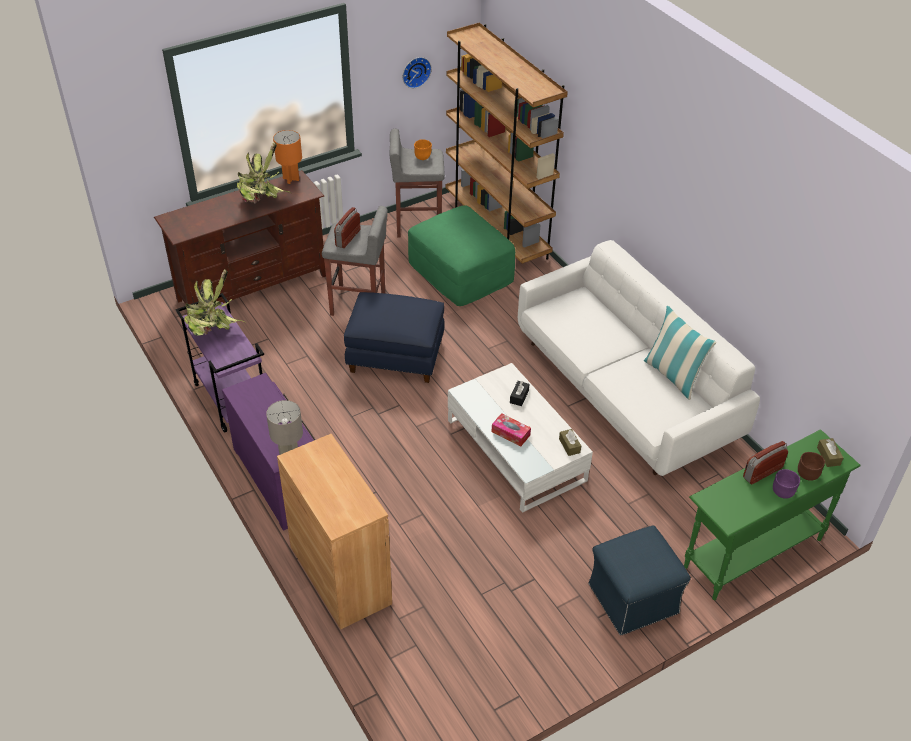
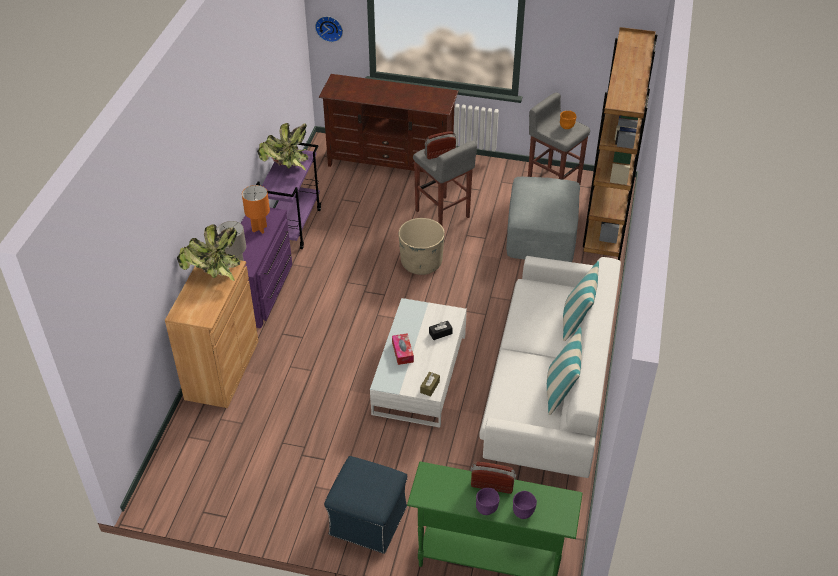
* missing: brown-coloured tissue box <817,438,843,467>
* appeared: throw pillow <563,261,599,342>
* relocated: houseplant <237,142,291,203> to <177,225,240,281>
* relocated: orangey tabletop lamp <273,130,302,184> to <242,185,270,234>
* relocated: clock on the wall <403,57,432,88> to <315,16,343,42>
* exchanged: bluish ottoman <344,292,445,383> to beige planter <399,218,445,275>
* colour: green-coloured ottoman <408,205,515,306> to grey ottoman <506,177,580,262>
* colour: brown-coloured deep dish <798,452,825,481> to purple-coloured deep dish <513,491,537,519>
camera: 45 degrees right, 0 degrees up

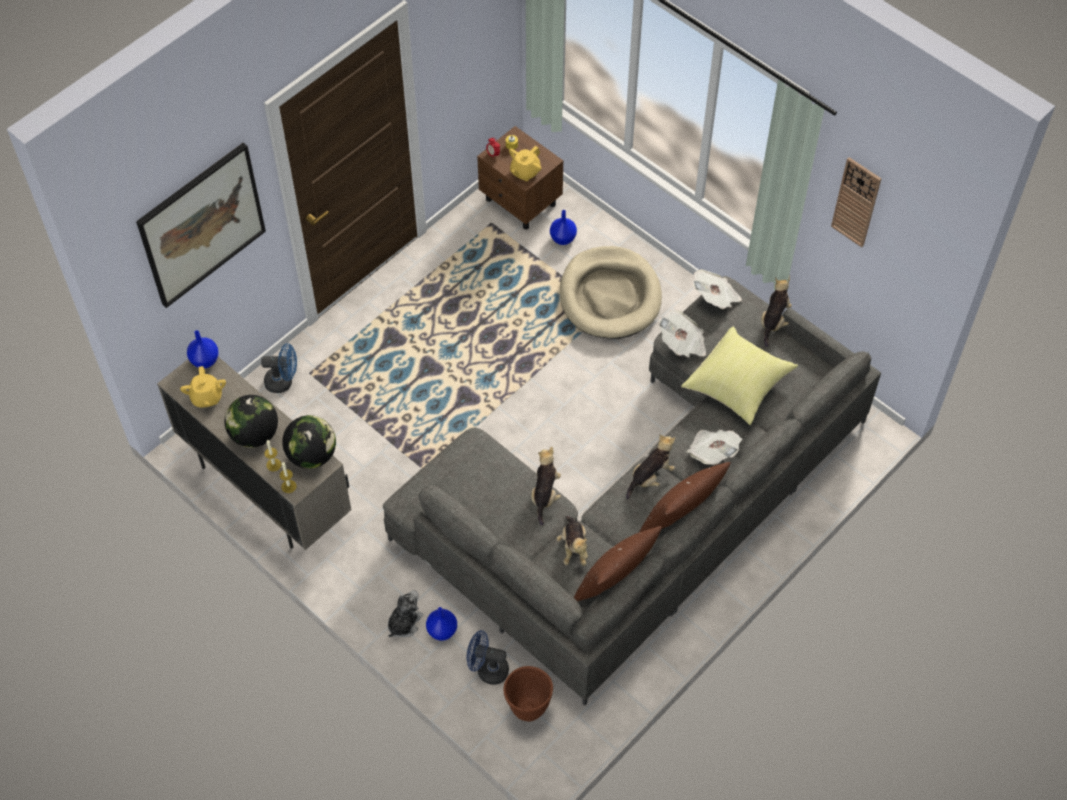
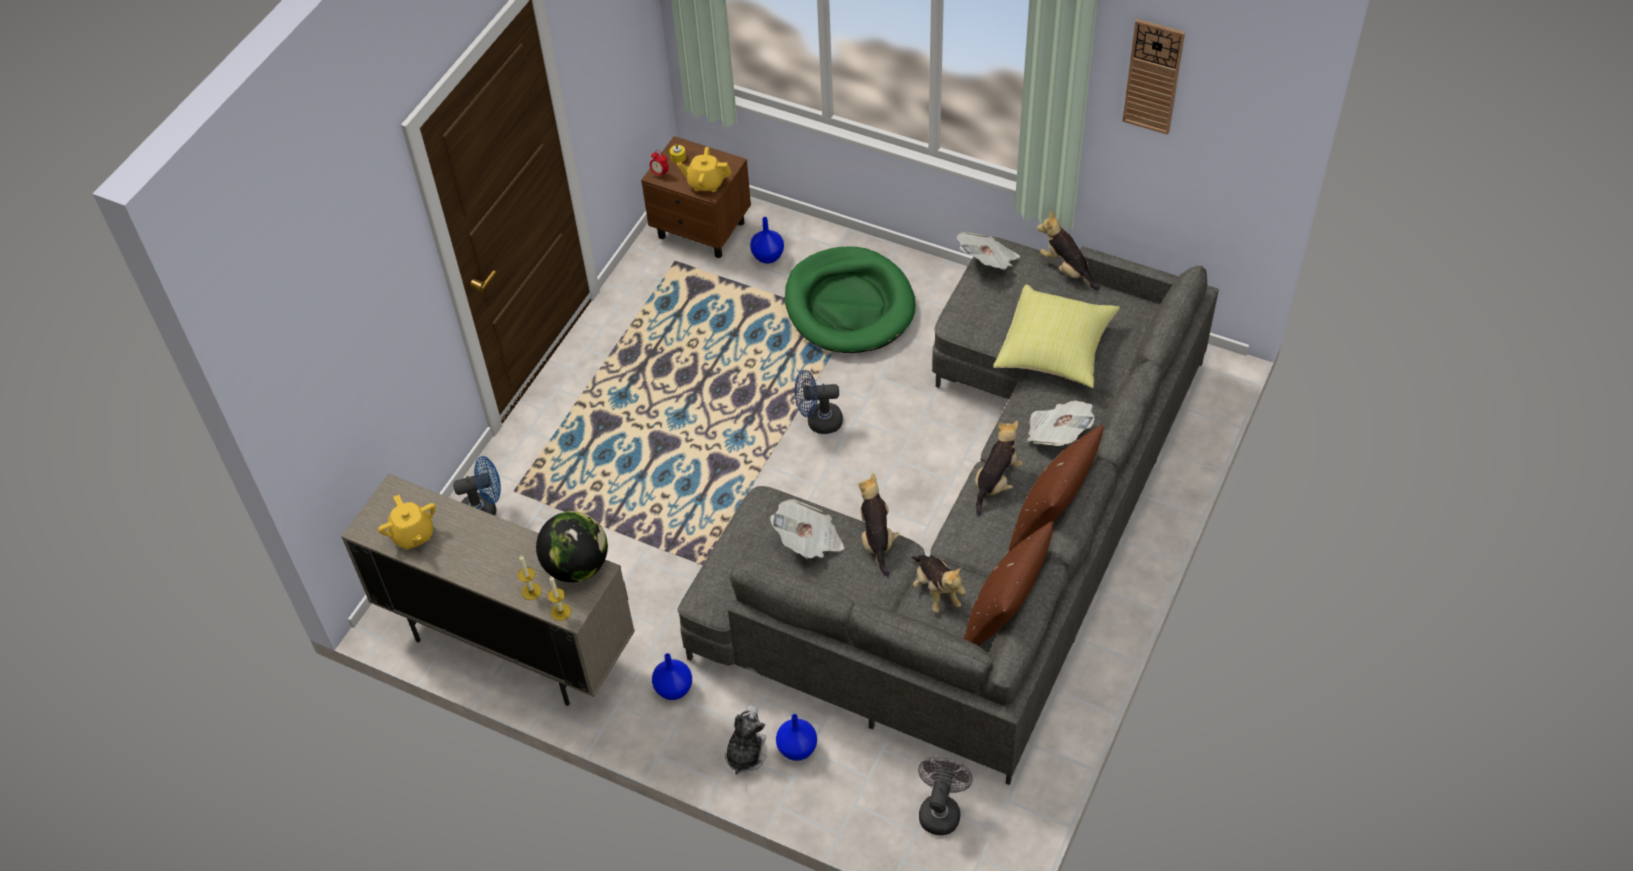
* missing: picture <136,143,266,308>
* missing: world globe <224,395,278,448>
* relocated: bluish decorative vase <187,330,219,368> to <652,653,692,700>
* relocated: bluish electric fan <466,630,509,685> to <795,370,843,434>
* relocated: printed paper <658,310,706,357> to <770,499,844,559>
* exchanged: brown-coloured planter <504,666,553,721> to grey electric fan <918,756,973,835>
* colour: beige dog bed <560,246,662,339> to green-coloured dog bed <785,246,916,353>
* spun: yellow-coloured tea pot <509,146,541,181> = <677,147,731,192> 75 degrees clockwise
* spun: cuddly toy <761,275,792,347> = <1037,211,1100,291> 45 degrees counterclockwise
camera: 15 degrees left, 5 degrees down

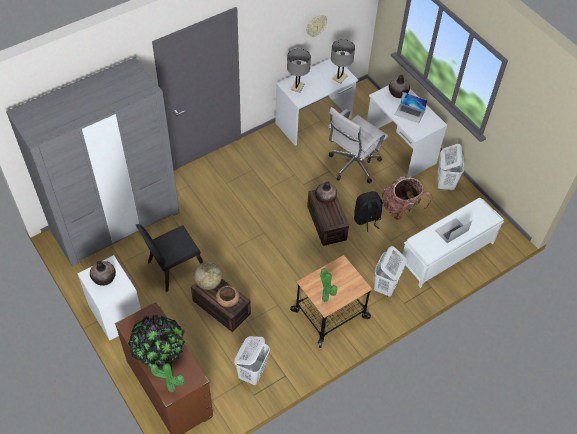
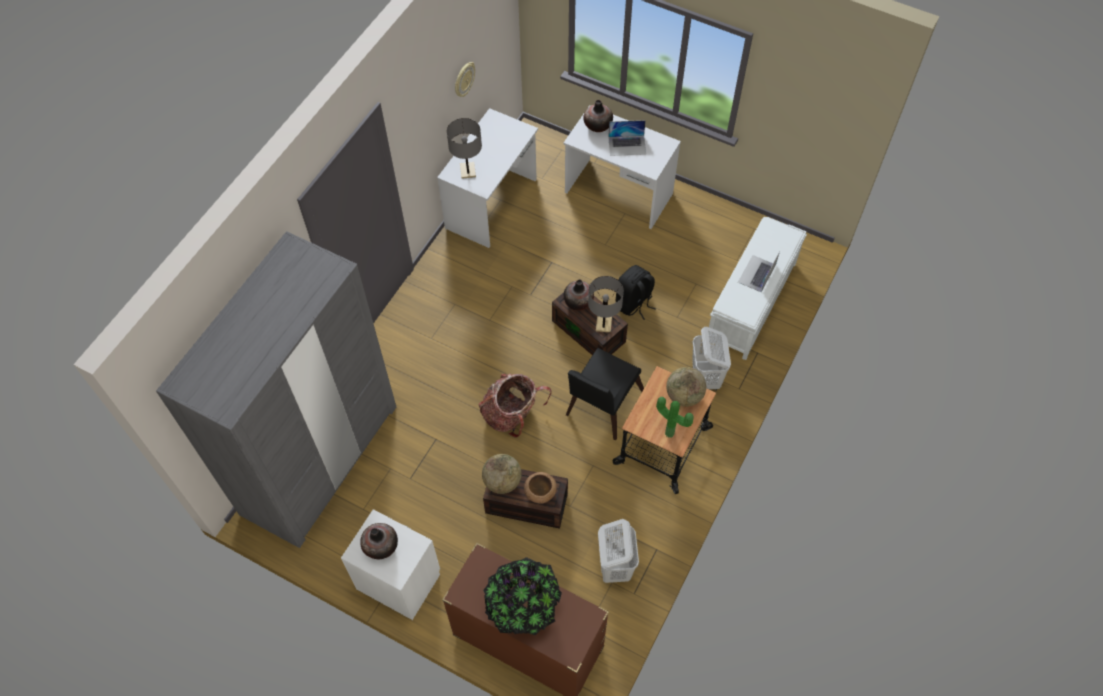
* missing: houseplant <151,363,184,392>
* missing: whitish desk chair <328,107,388,183>
* missing: whitish laundry basket <437,144,464,190>
* appeared: world globe <666,367,706,407>
* relocated: blackish chair <136,224,203,292> to <566,348,644,440>
* relocated: grey tabletop lamp <331,39,355,83> to <588,276,624,333>
* relocated: backpack <382,176,432,220> to <479,373,552,438>
camera: 25 degrees left, 5 degrees up

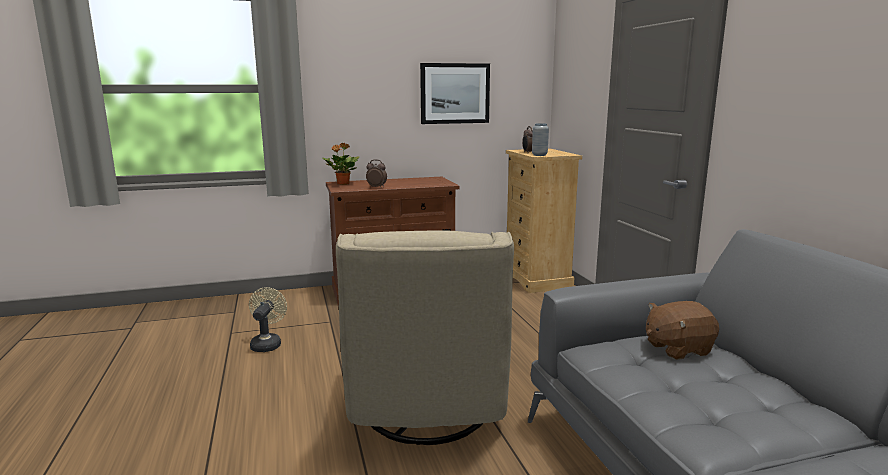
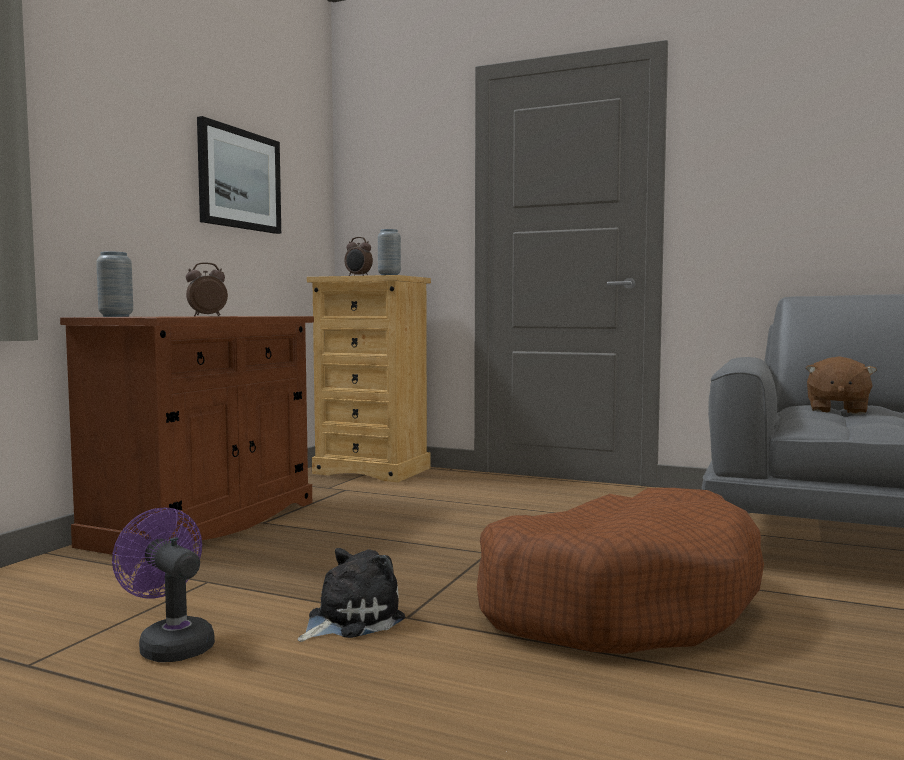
* appeared: cuddly toy <298,548,405,642>
* exchanged: houseplant <323,143,359,185> to grey decorative vase <96,251,133,317>
* exchanged: beige lounge chair <336,230,514,445> to brown-coloured dog bed <477,488,764,654>
* colour: beige electric fan <249,287,287,352> to purple-coloured electric fan <112,508,215,662>
camera: 50 degrees left, 10 degrees down

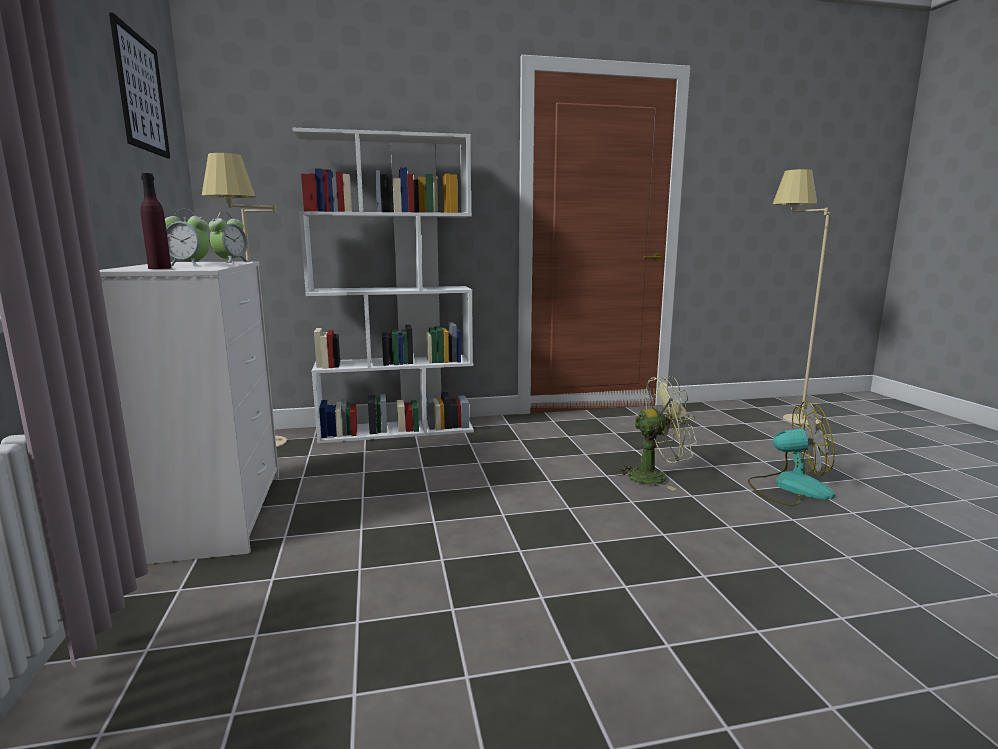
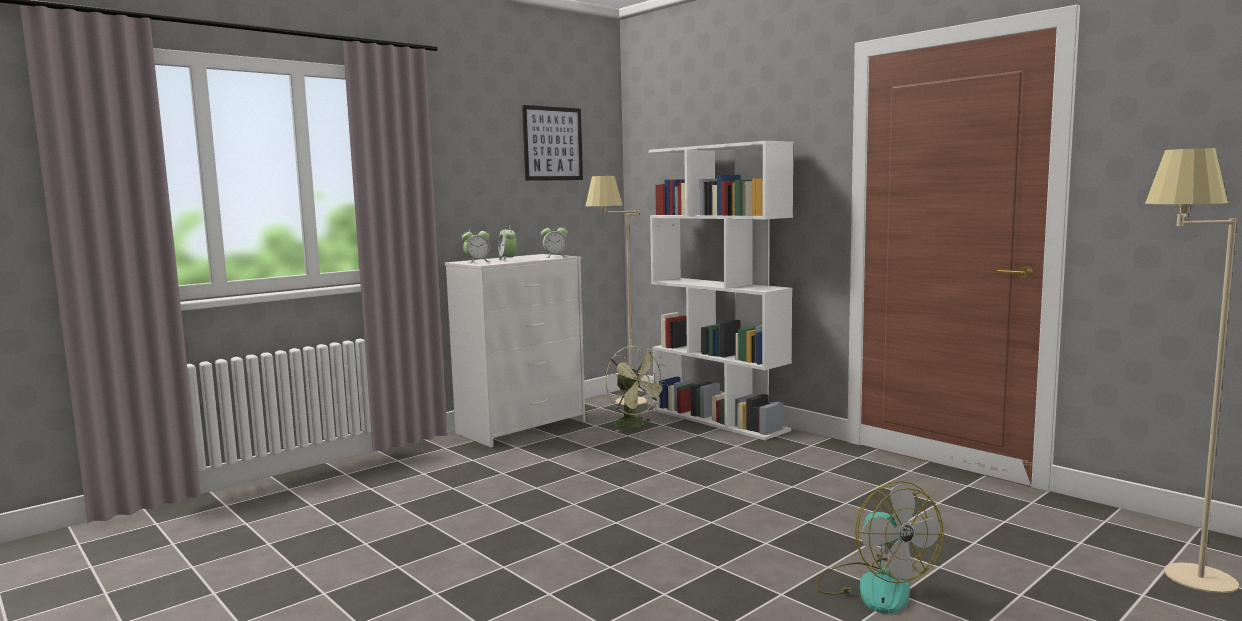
* relocated: green-coloured electric fan <614,376,697,490> to <606,346,668,432>
* exchanged: purple-coloured beverage bottle <140,173,171,269> to alarm clock <462,227,491,263>
camera: 60 degrees right, 5 degrees down

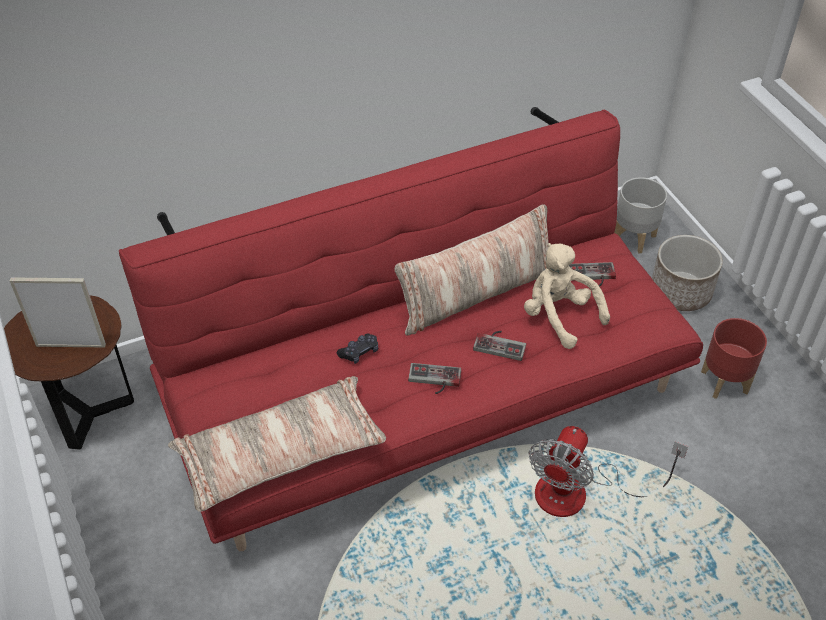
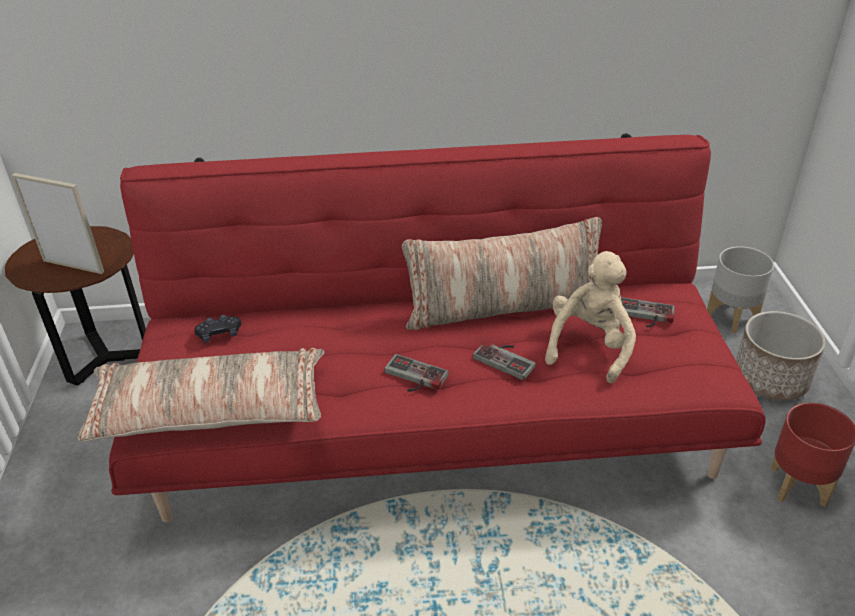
* missing: electric fan <528,426,688,517>
* relocated: blackish joypad <337,334,378,364> to <194,315,242,343>
* spun: beige cuddly toy <524,243,610,349> = <545,251,636,383> 45 degrees clockwise
camera: 20 degrees right, 10 degrees down

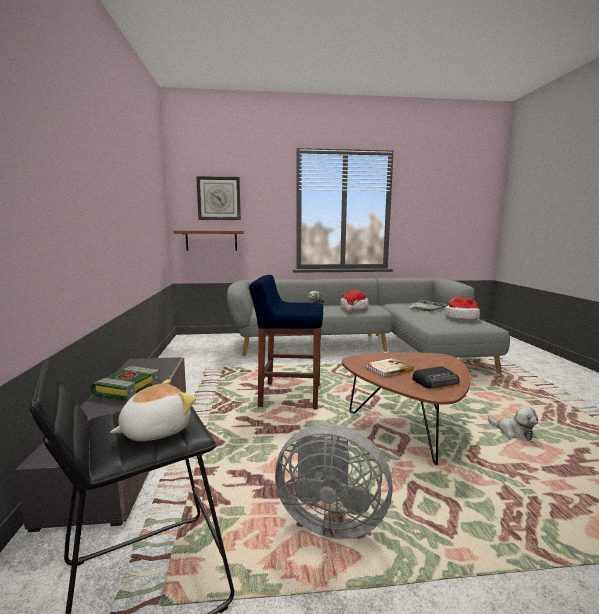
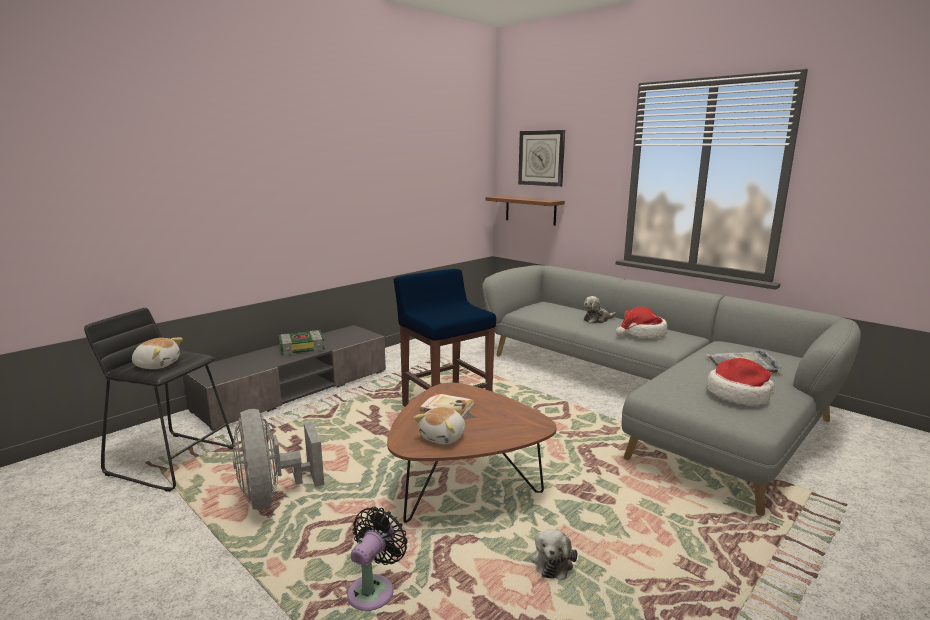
* appeared: blackish electric fan <347,507,408,611>
* exchanged: radio receiver <412,366,459,388> to cuddly toy <413,407,465,445>
camera: 50 degrees right, 5 degrees up

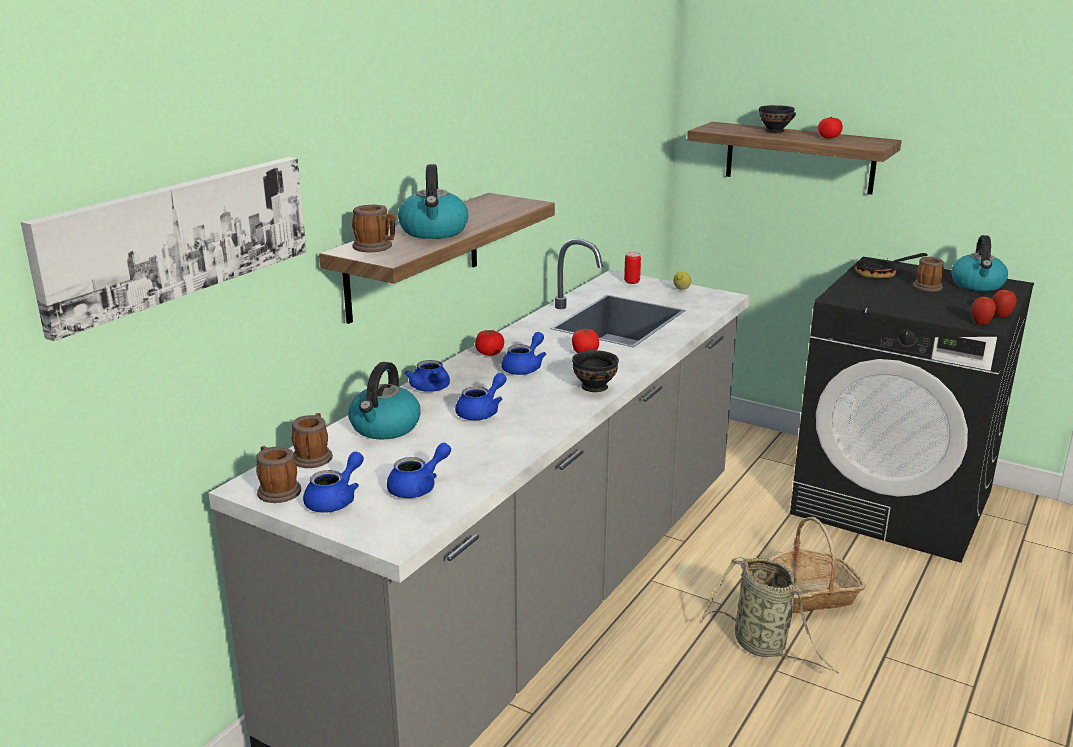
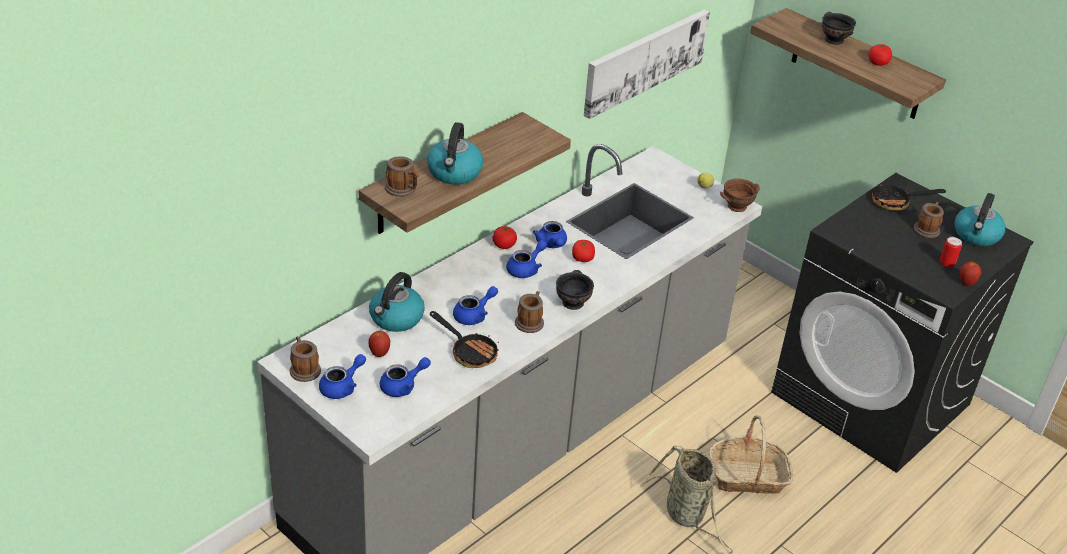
* appeared: pan <430,311,499,368>
* appeared: brown-coloured deep dish <720,178,760,212>
* relocated: picture <21,157,306,341> to <584,10,710,119>
* relocated: coffee mug <292,413,333,468> to <515,291,544,333>
* relocated: bluish tea pot <405,360,450,392> to <533,221,567,248>
* relocated: sealed can <624,252,641,284> to <940,237,962,268>
* relocated: apple <971,297,996,325> to <368,331,390,357>
camera: 10 degrees right, 15 degrees up

